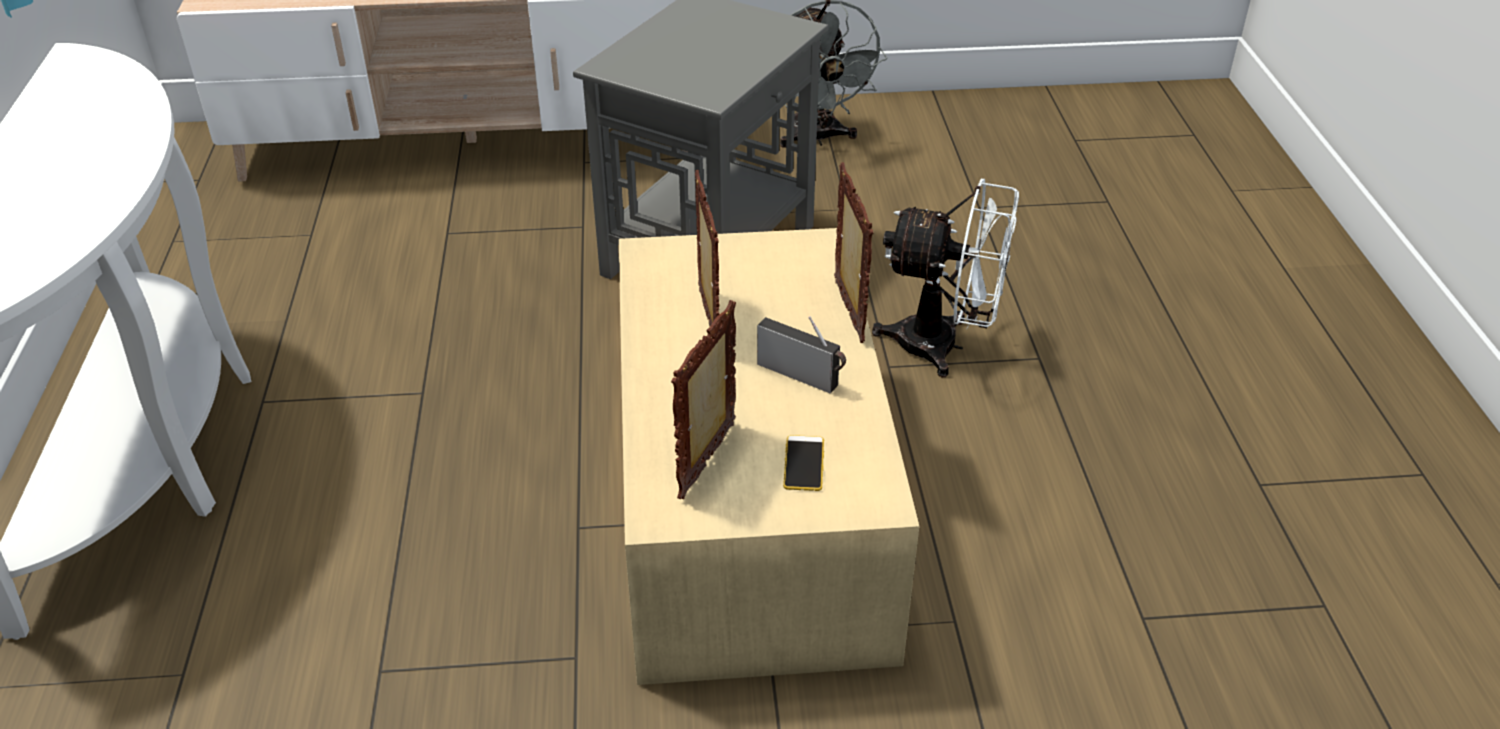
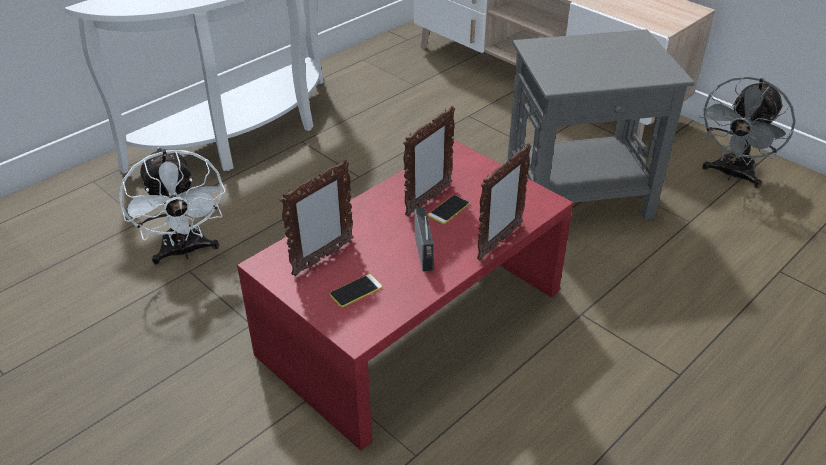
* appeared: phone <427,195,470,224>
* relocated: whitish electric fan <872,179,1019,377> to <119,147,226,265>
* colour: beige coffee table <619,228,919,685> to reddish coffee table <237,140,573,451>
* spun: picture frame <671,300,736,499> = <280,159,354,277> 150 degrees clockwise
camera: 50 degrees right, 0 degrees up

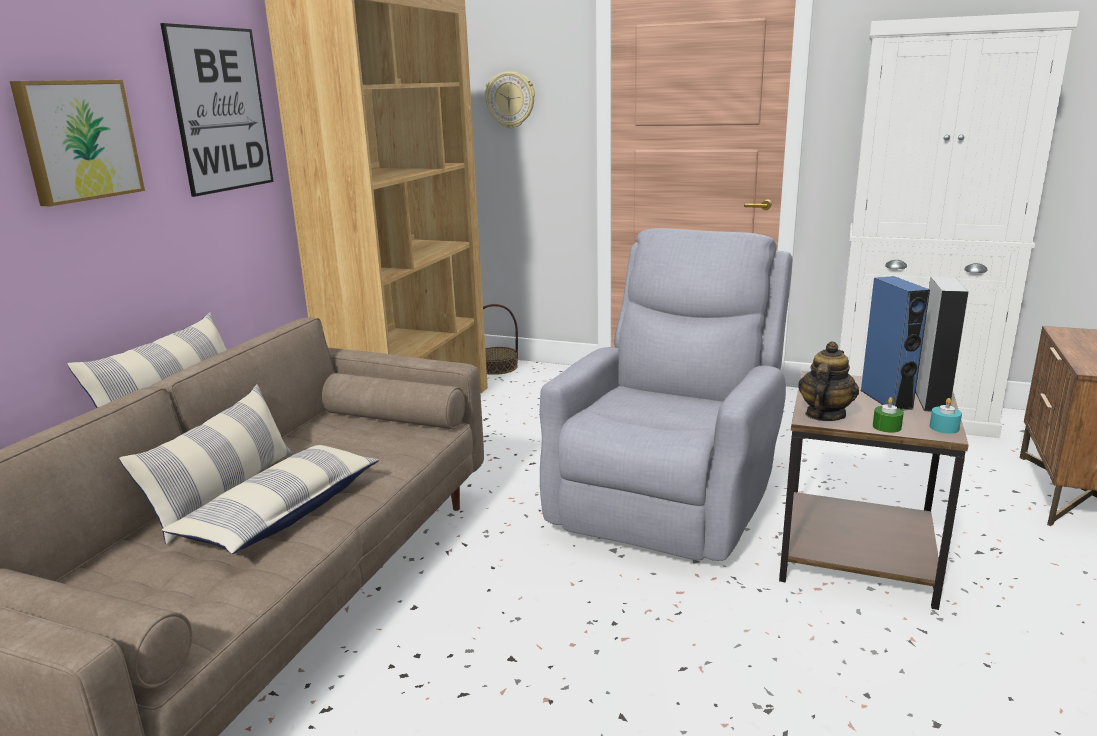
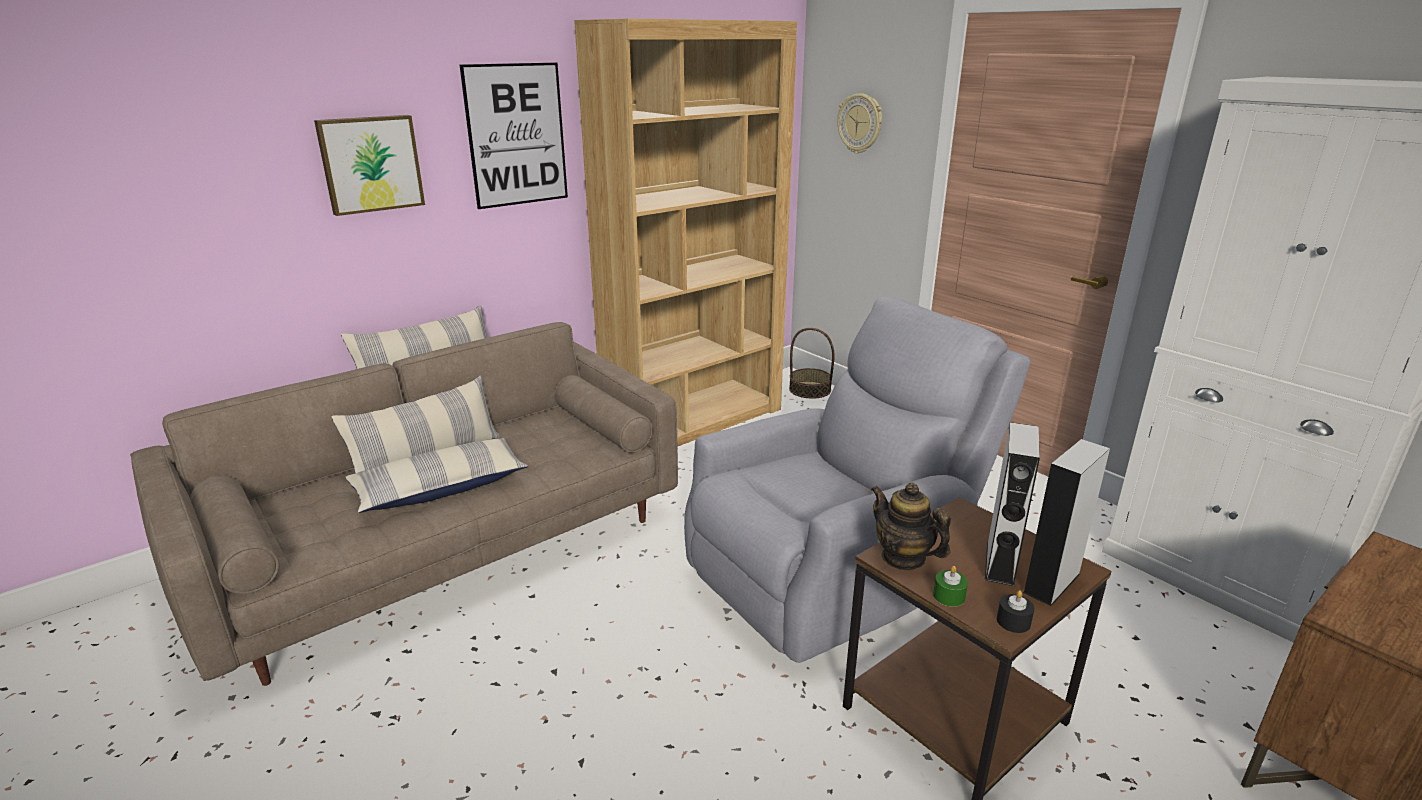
* colour: bluish speaker <860,276,930,411> to grey speaker <985,422,1040,586>
* colour: turquoise-coloured candle <930,398,962,434> to blackish candle <997,590,1034,633>
* spun: tea pot <798,341,859,421> = <871,483,951,571> 105 degrees counterclockwise
camera: 30 degrees right, 5 degrees up

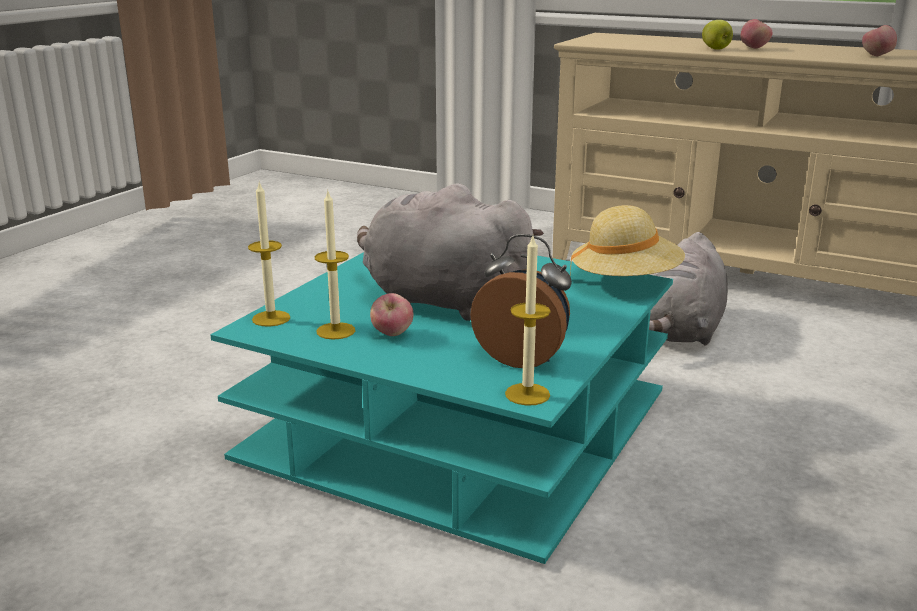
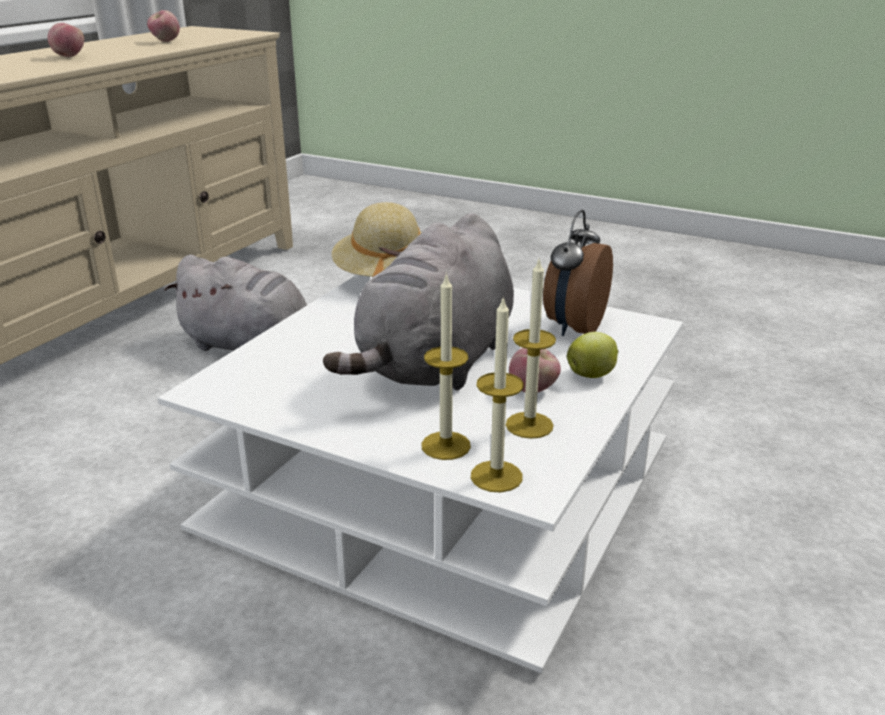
* relocated: candle <505,236,550,406> to <421,273,471,460>
* relocated: apple <702,20,733,50> to <567,332,619,378>
* colour: turquoise-coloured coffee table <210,252,673,564> to whitish coffee table <158,275,683,674>
camera: 90 degrees left, 5 degrees up

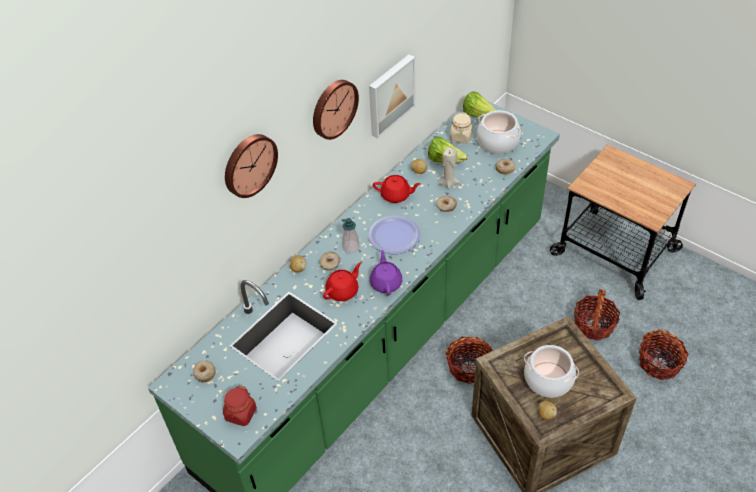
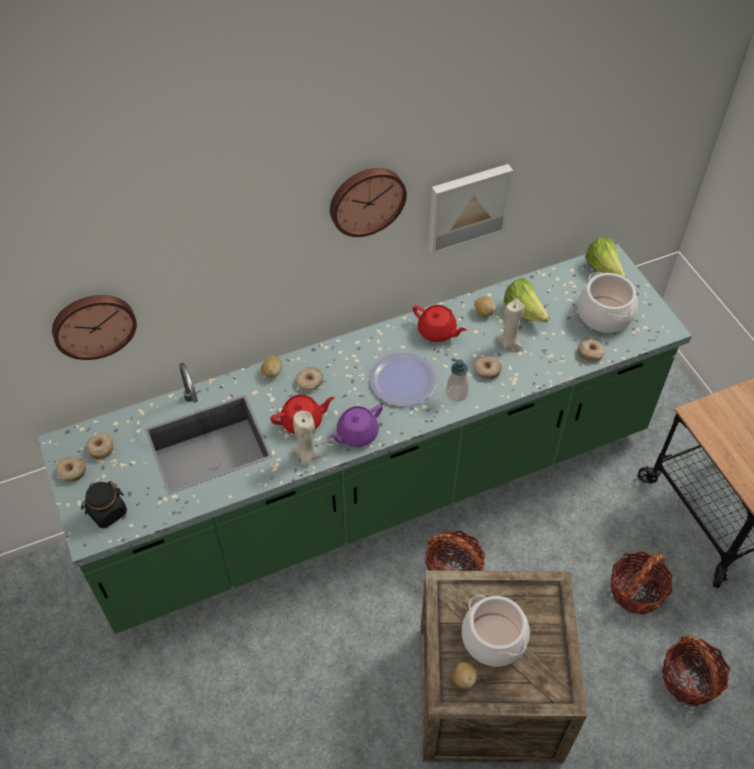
* missing: beige preserve jar <450,112,473,143>
* appeared: ring doughnut <56,456,86,481>
* appeared: beige candle <291,411,323,465>
* relocated: clock on the wall <225,134,278,198> to <52,295,137,360>
* relocated: soap dispenser <342,218,360,253> to <446,358,469,402>
* colour: reddish preserve jar <223,386,257,426> to blackish preserve jar <81,481,127,528>
* spun: purple-coloured tea pot <370,250,402,295> = <328,405,383,447> 150 degrees counterclockwise
camera: 25 degrees right, 5 degrees up

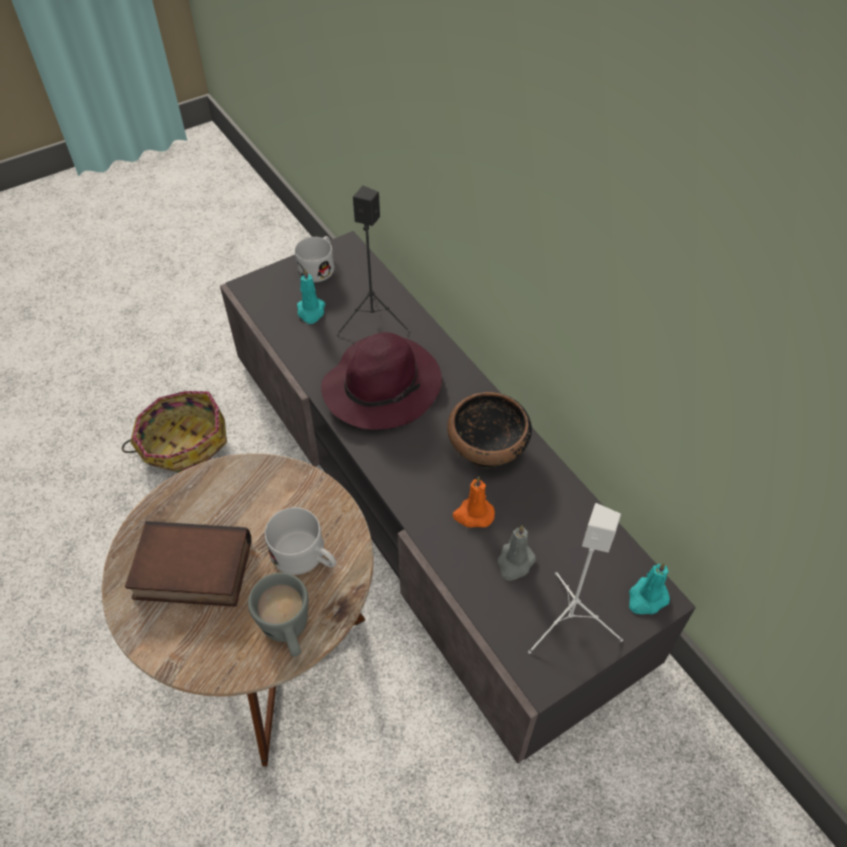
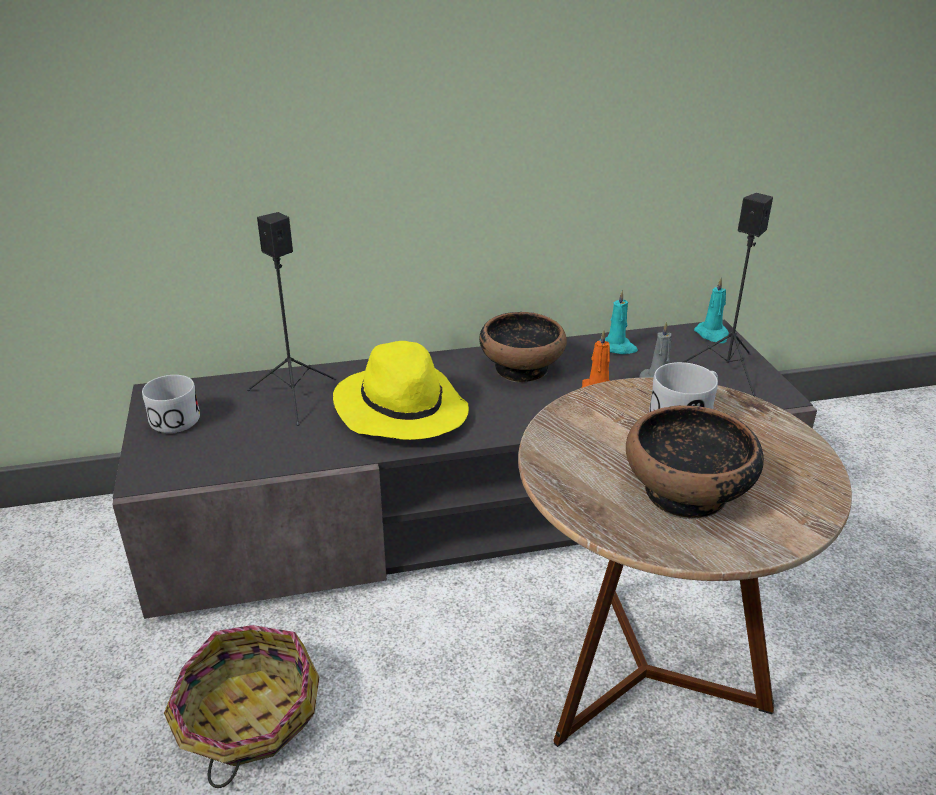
* missing: grey coffee mug <248,573,308,657>
* relocated: turquoise-coloured candle <297,269,325,324> to <599,289,638,354>
* exchanged: volume <125,521,251,607> to deep dish <626,405,764,519>
* colour: purple-coloured clothing hat <321,332,442,430> to yellow-coloured clothing hat <333,341,469,440>
* colour: whitish speaker <528,503,623,654> to blackish speaker <683,193,773,396>
camera: 70 degrees left, 20 degrees down

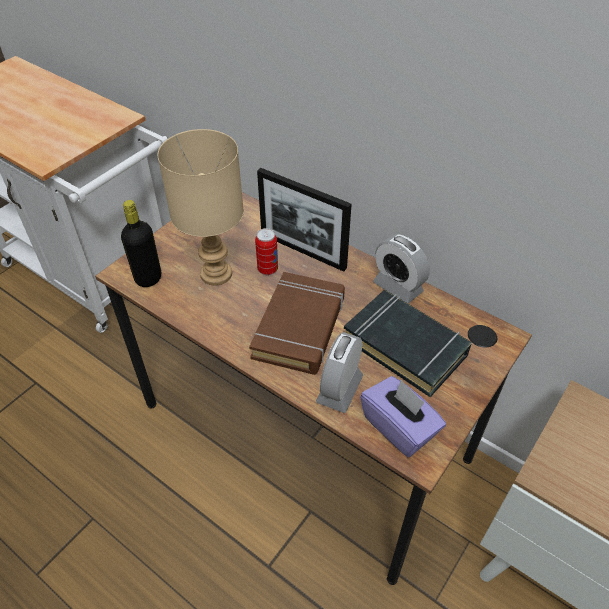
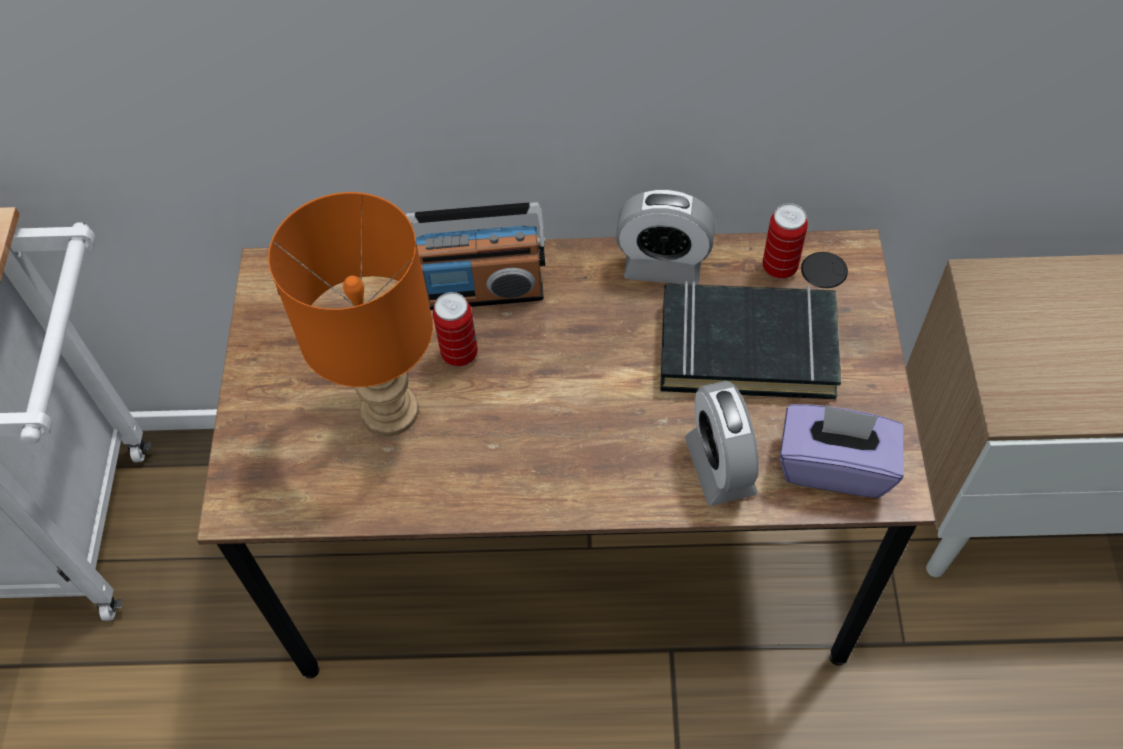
* missing: blackish beverage bottle <121,200,161,287>
* missing: brown-coloured volume <249,272,345,375>
* appeared: sealed can <763,203,808,279>
* exchanged: picture frame <257,168,352,272> to radio receiver <405,202,546,310>
* colour: beige tabletop lamp <158,129,244,286> to orangey tabletop lamp <268,192,433,436>
camera: 35 degrees left, 10 degrees up

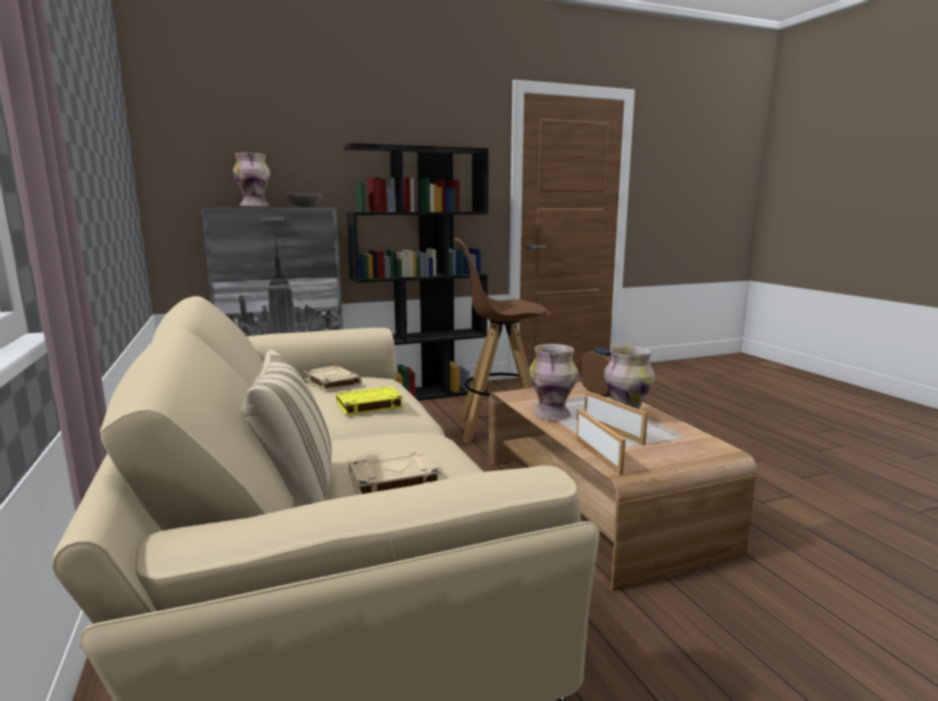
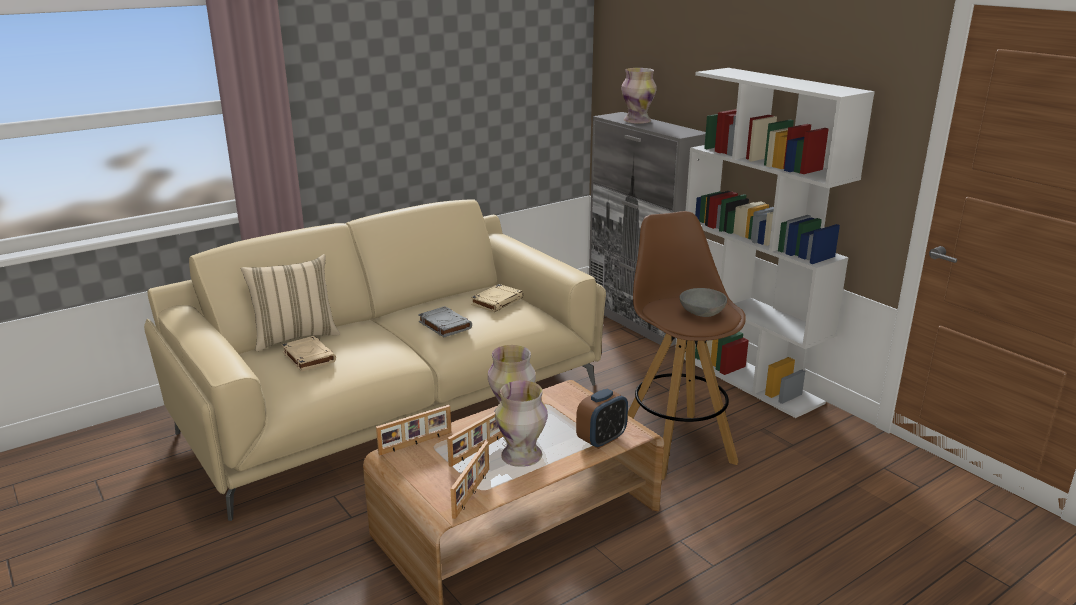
* appeared: picture frame <451,441,489,519>
* relocated: grey deep dish <286,194,322,207> to <680,288,727,317>
* colour: yellow-coloured volume <336,386,404,415> to grey volume <418,306,472,337>
* colour: blackish bookcase <343,143,489,401> to whitish bookcase <675,68,875,418>
camera: 75 degrees right, 10 degrees up

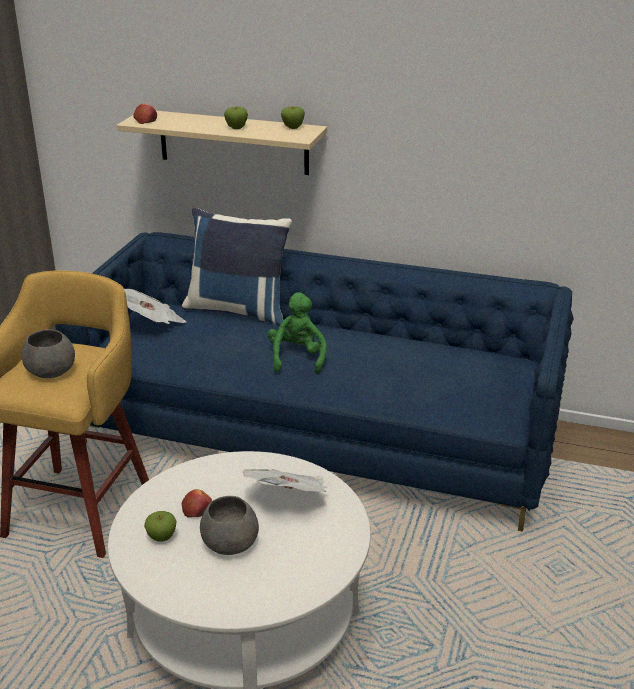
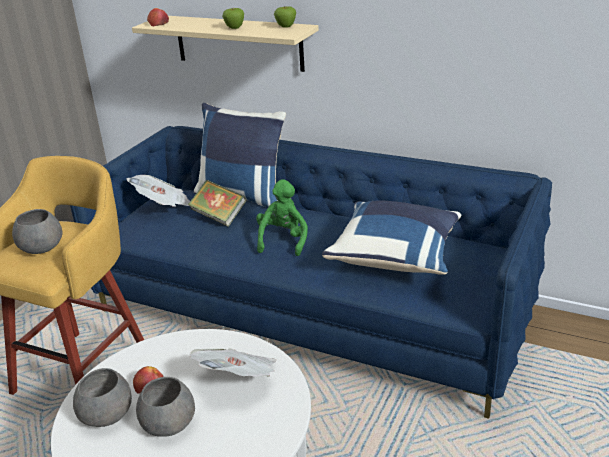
* appeared: volume <188,180,247,227>
* appeared: bluish throw pillow <322,201,461,275>
* exchanged: apple <144,511,176,542> to grey deep dish <73,368,132,427>
camera: 10 degrees right, 0 degrees up

